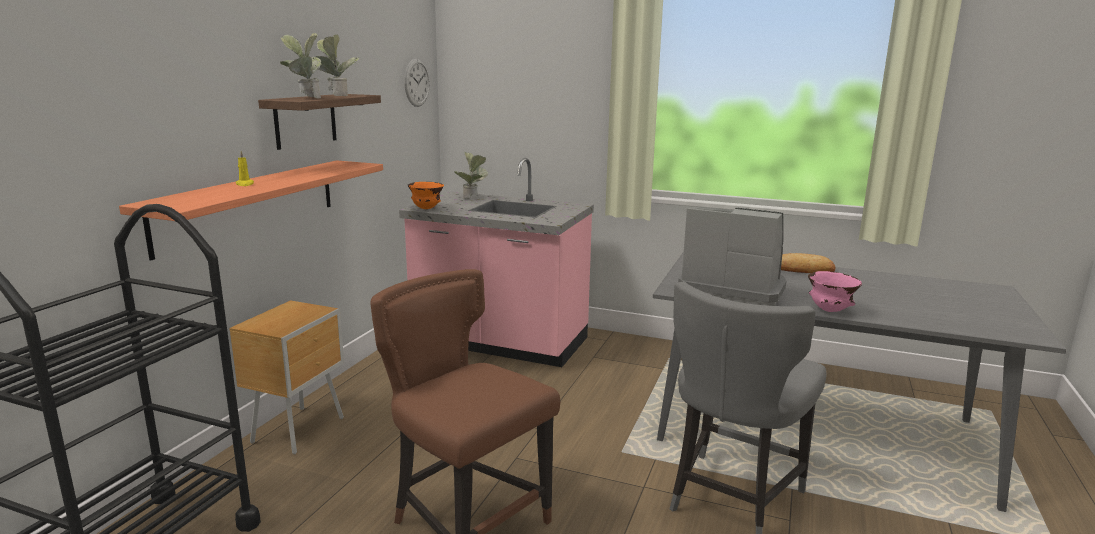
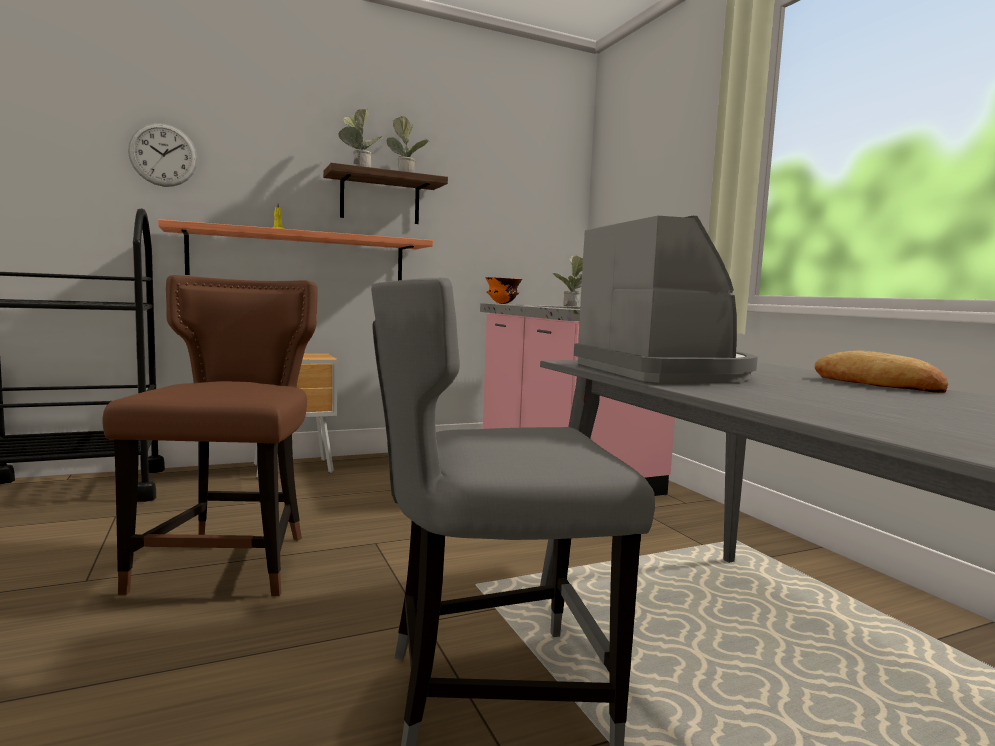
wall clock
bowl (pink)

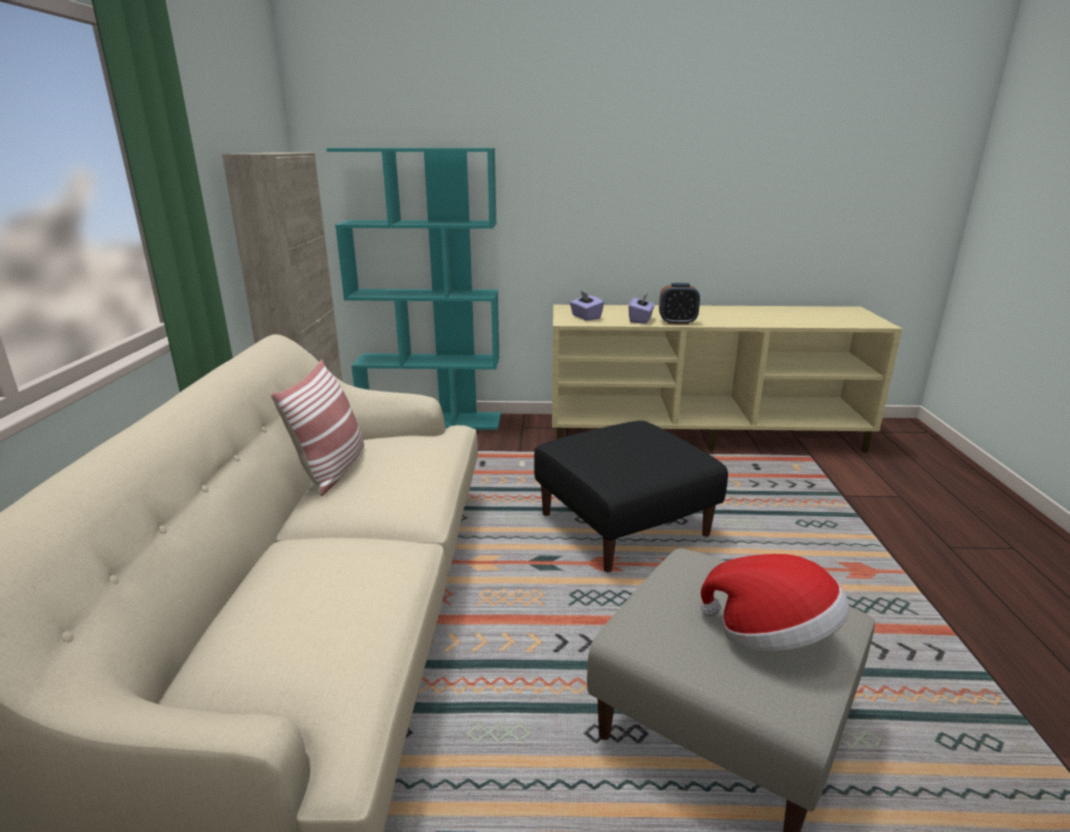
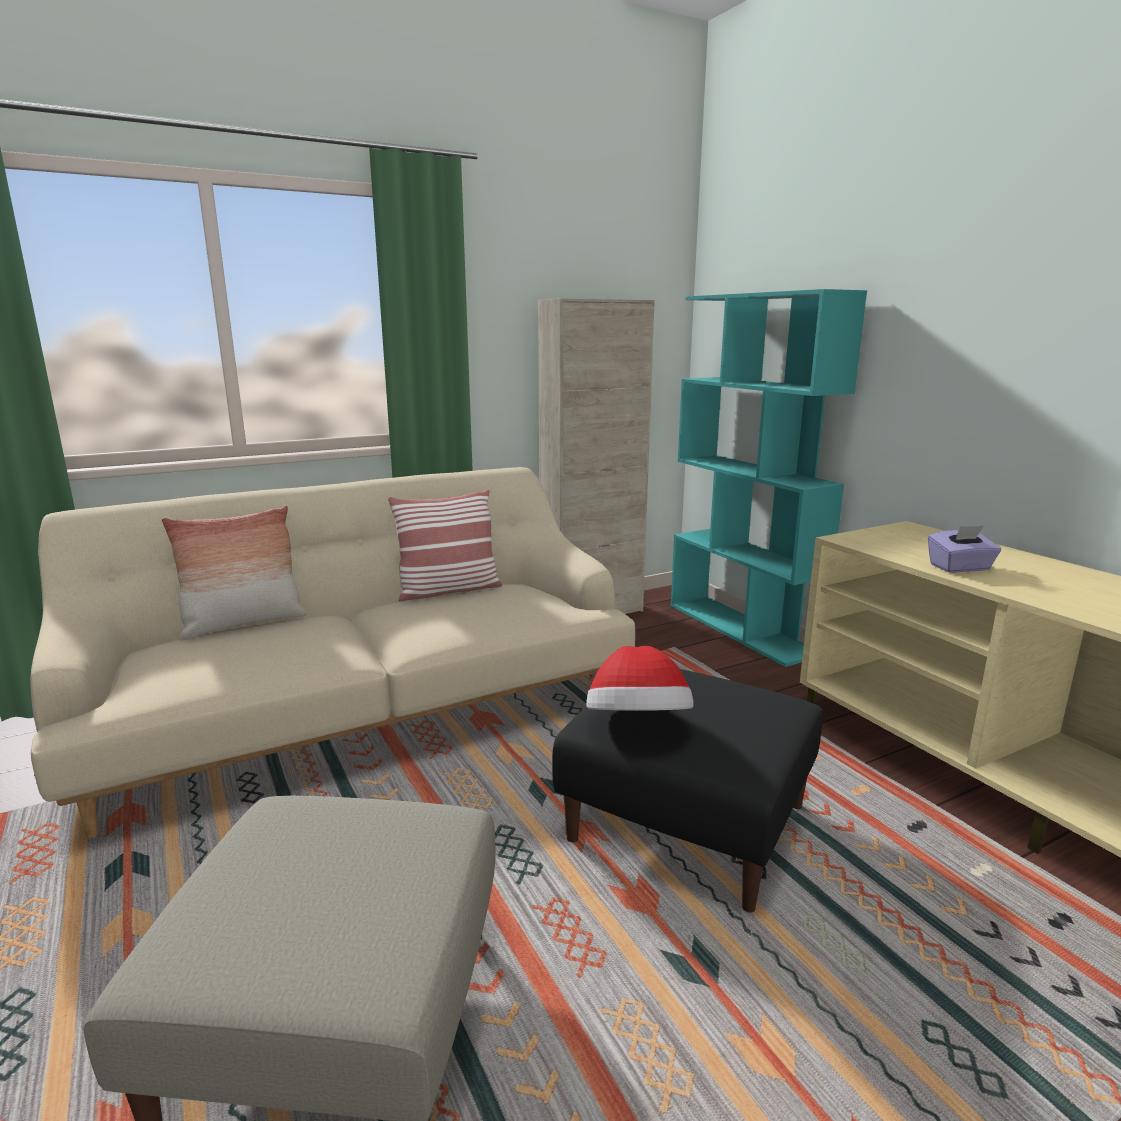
alarm clock
tissue box (purple) (1st from left in the first image)
hat
pillow (1st from left)

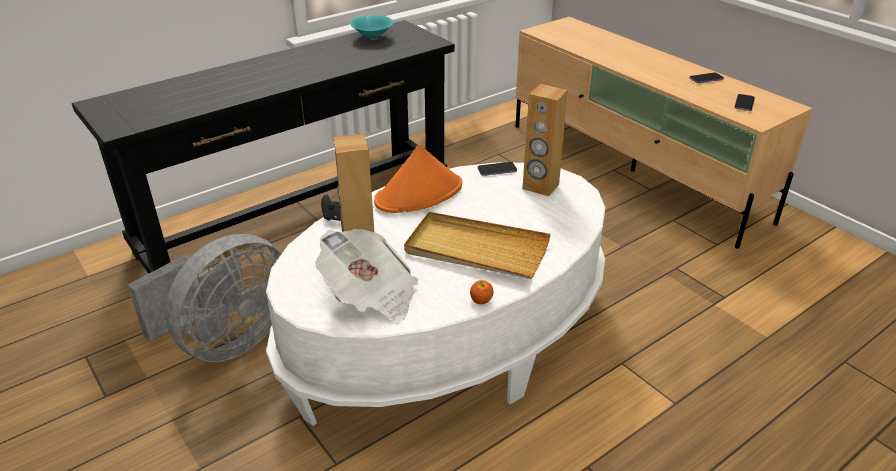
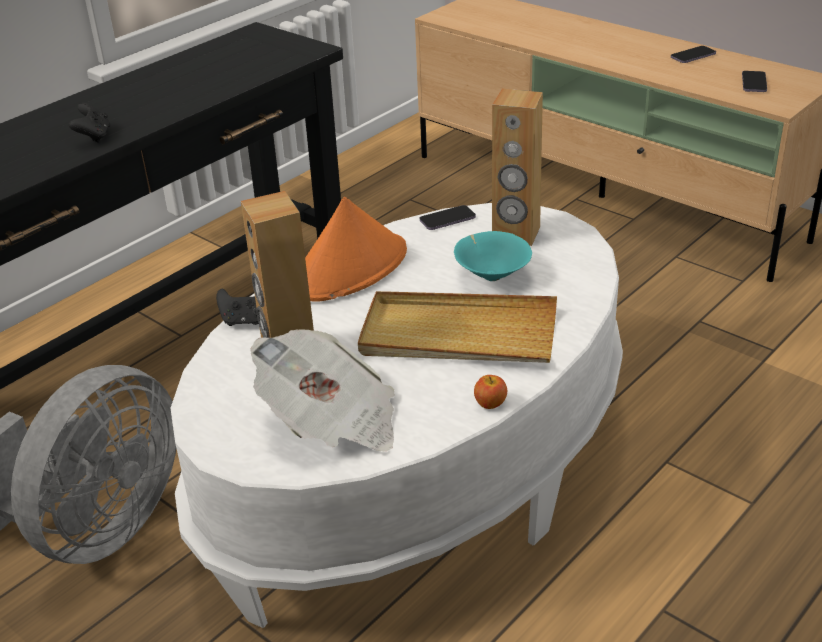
bowl (turquoise)
game controller (black) (1st from left)

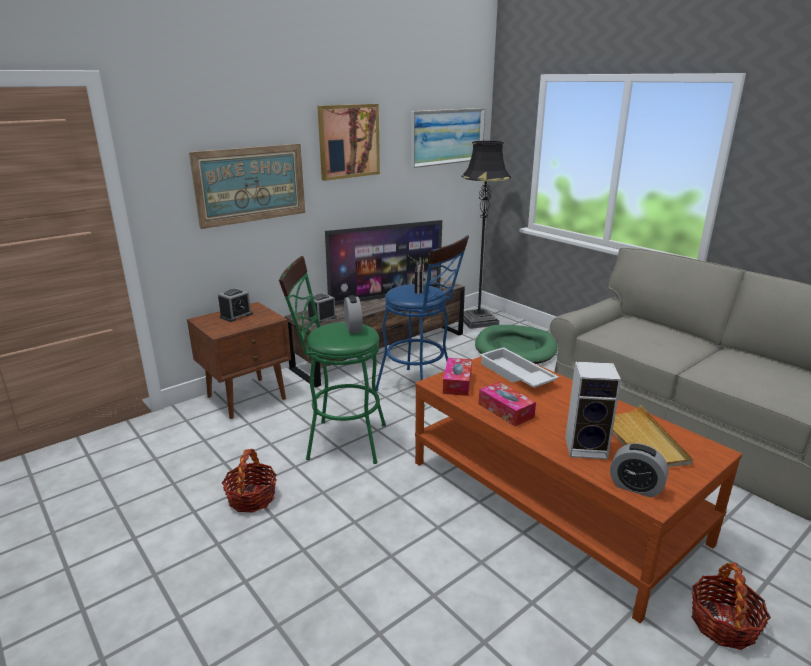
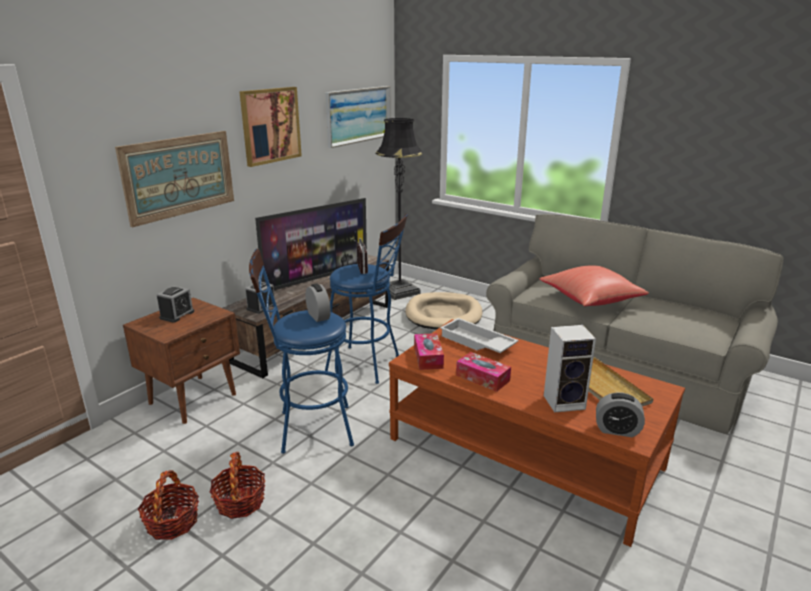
stool (blue) (1st from left)
dog bed (beige)
basket (1st from left)
pillow (red)

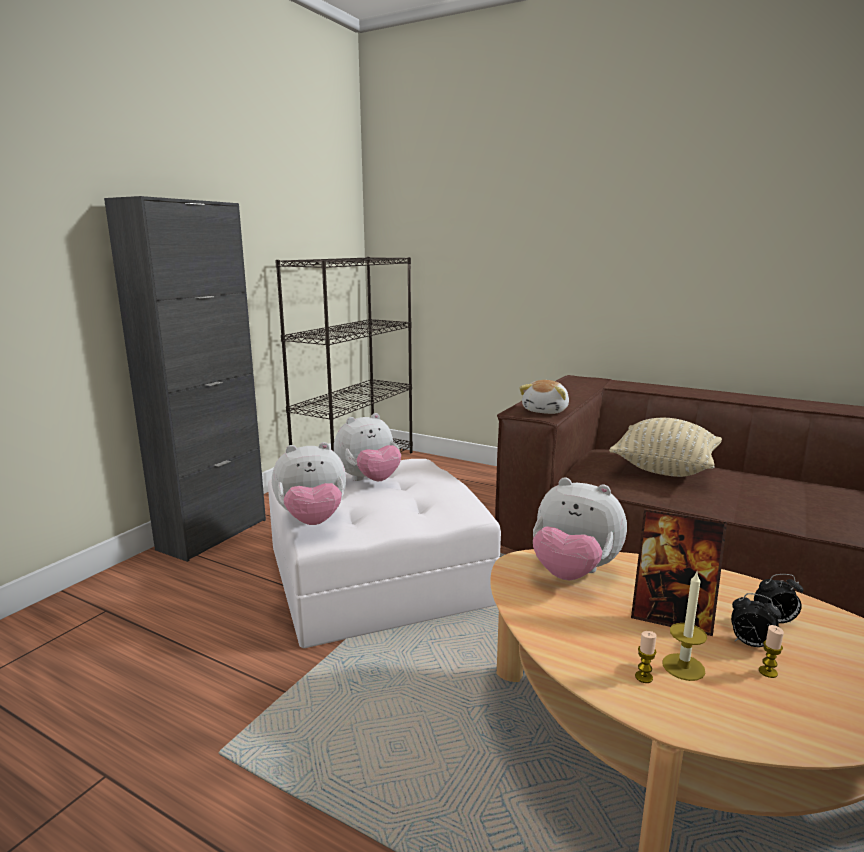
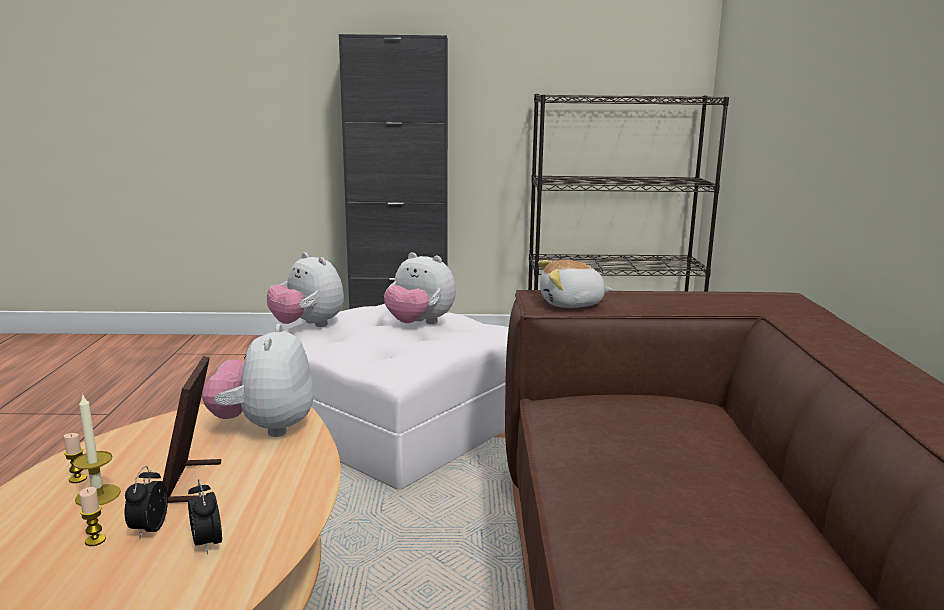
pillow (beige)

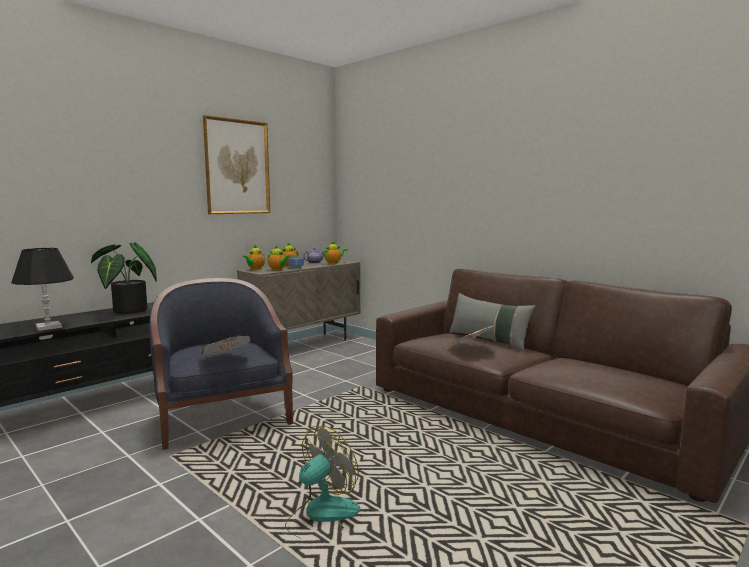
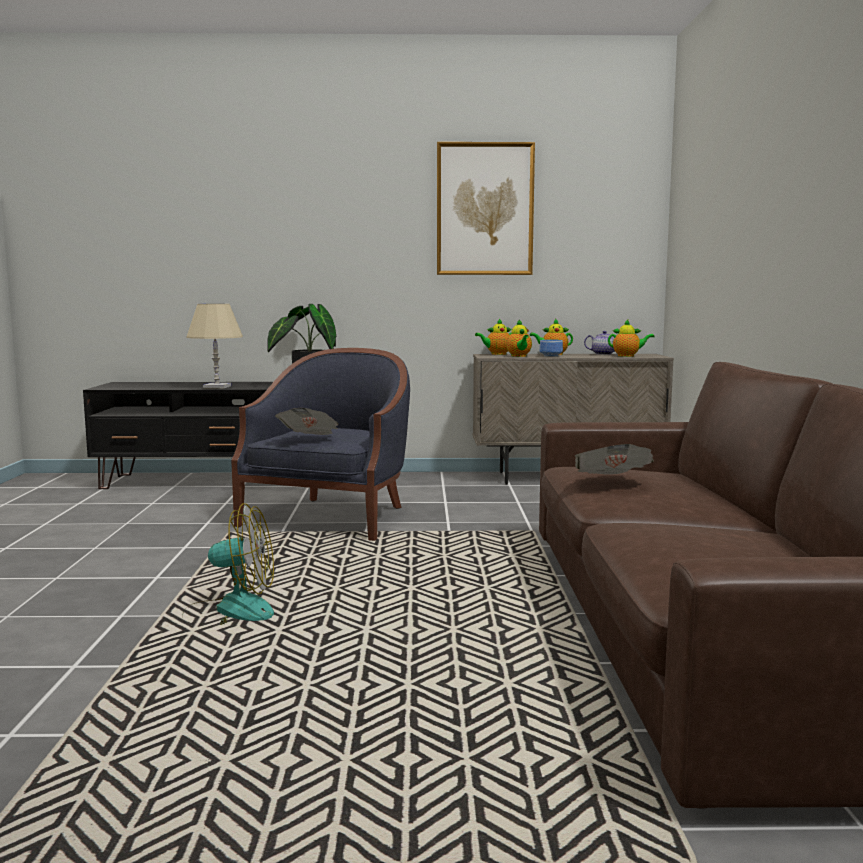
table lamp (beige)
pillow (grey)

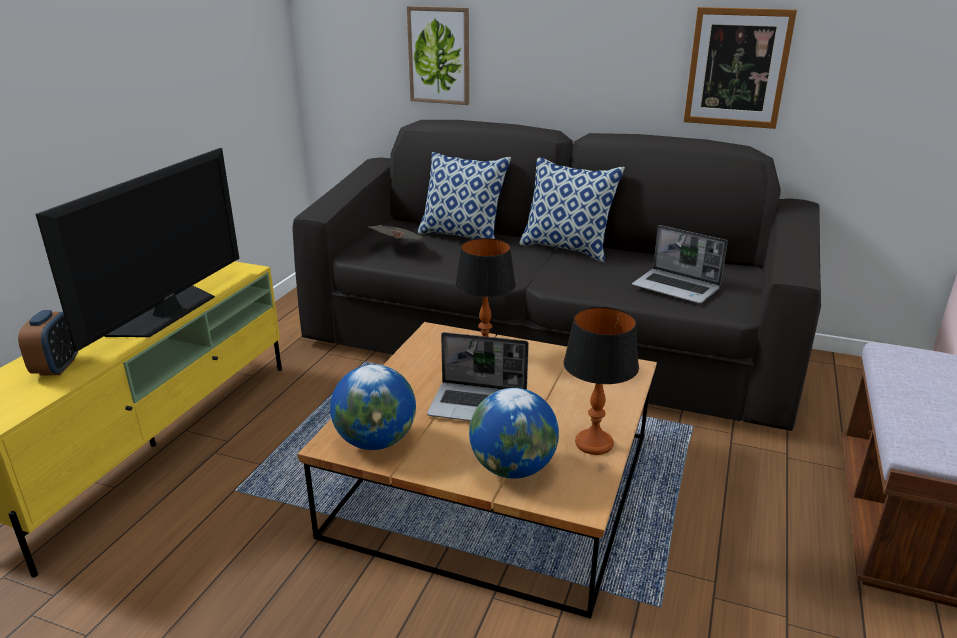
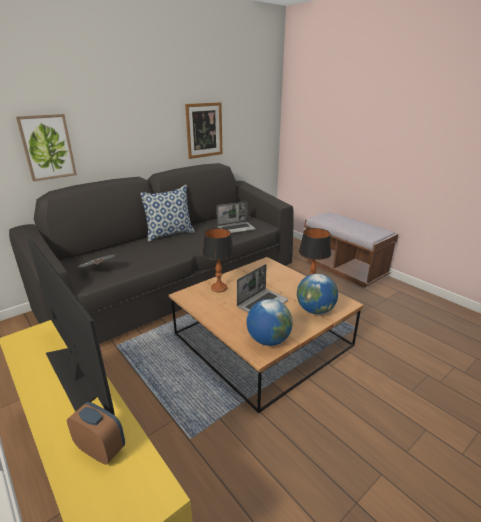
pillow (1st from left in the first image)

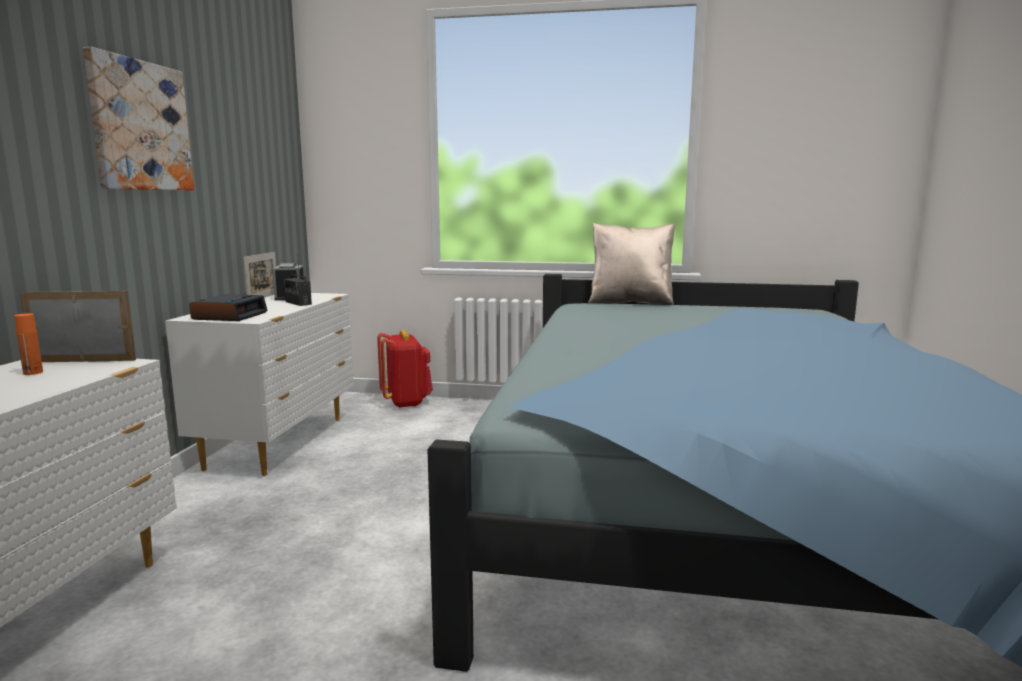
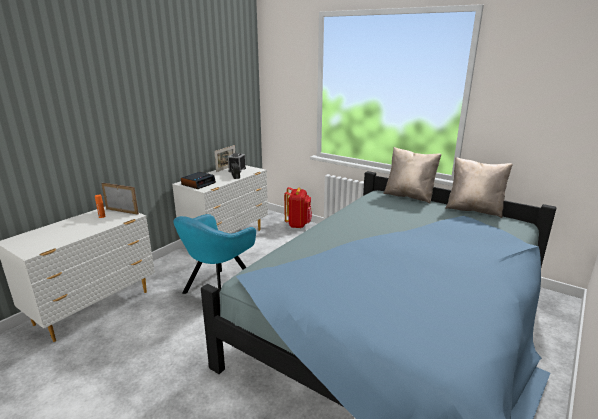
picture
pillow (beige) (2nd from left)
armchair (turquoise)

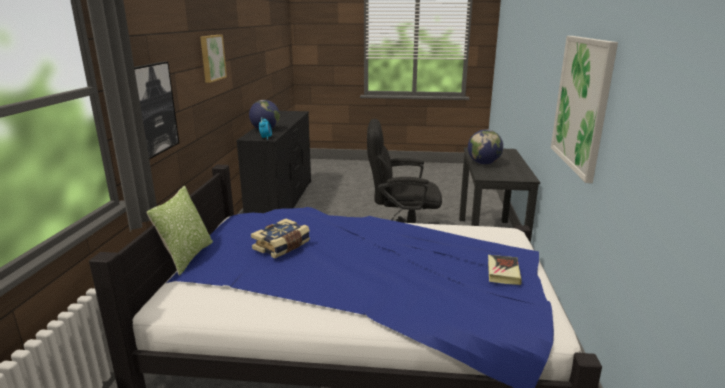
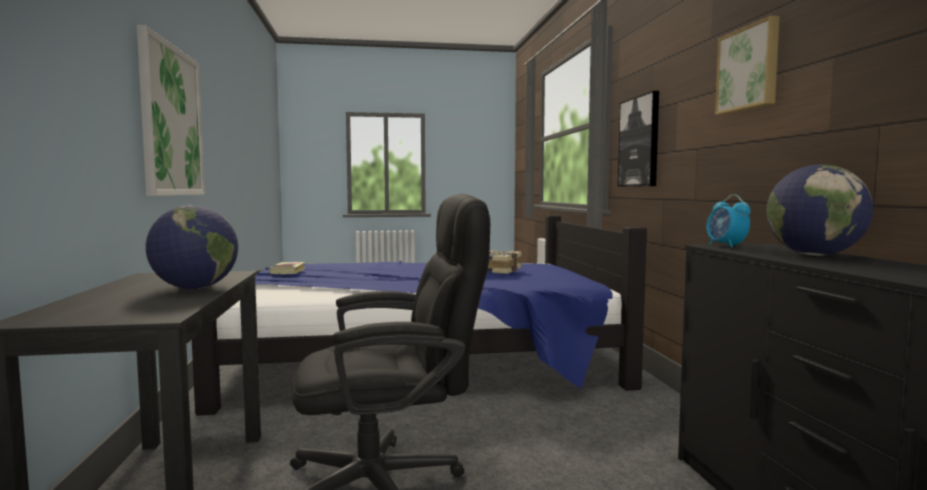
pillow

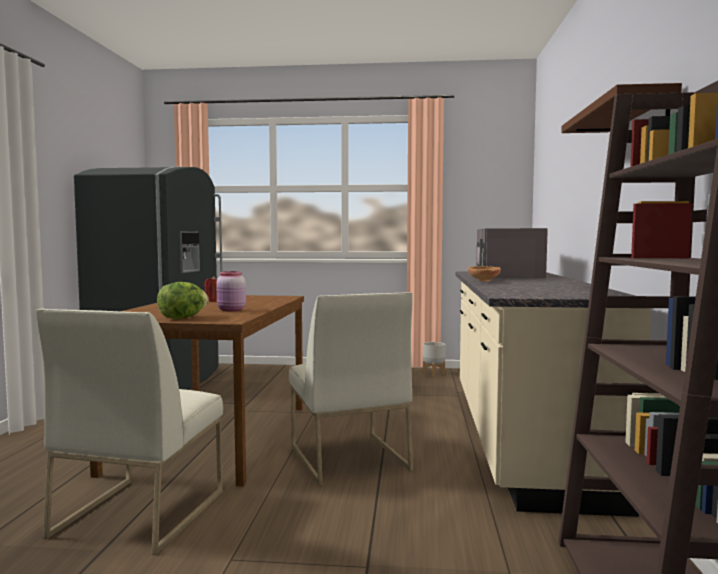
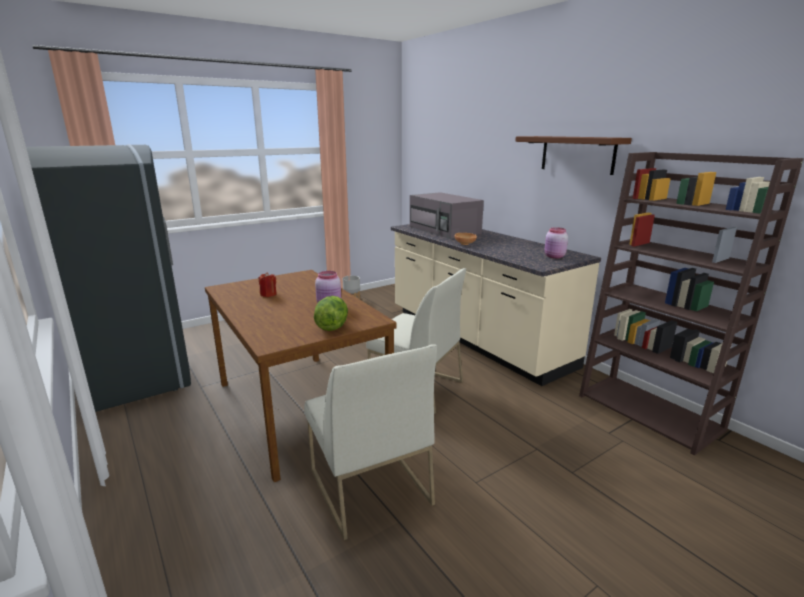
jar (pink) (2nd from left)

